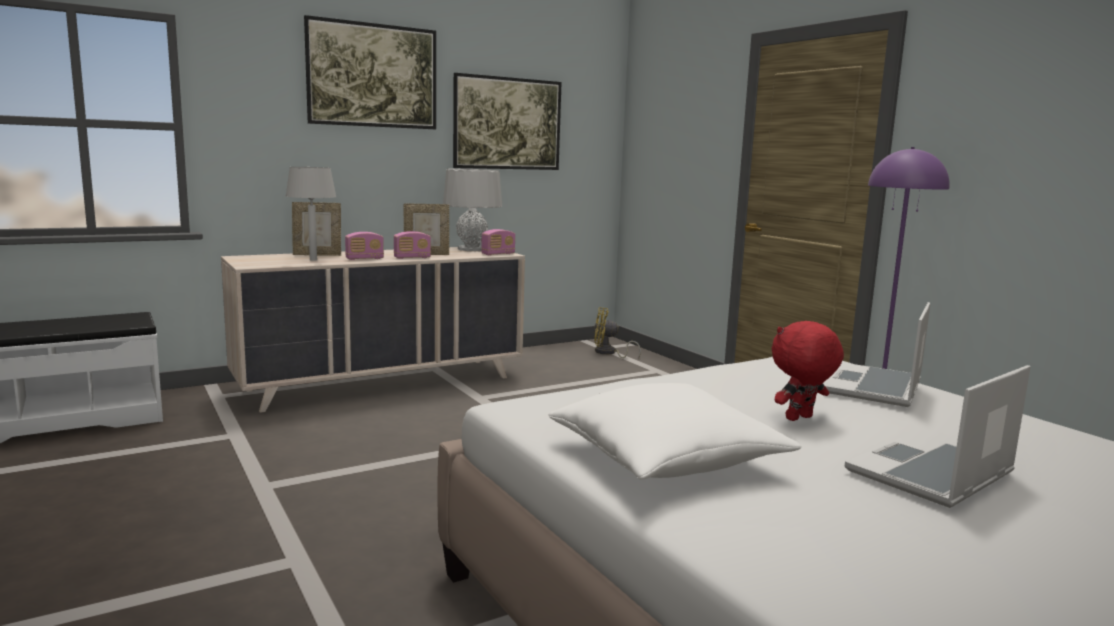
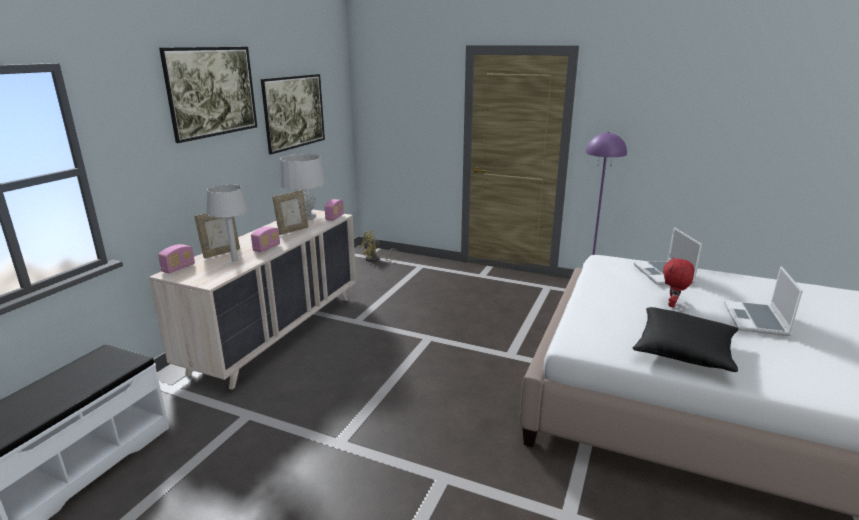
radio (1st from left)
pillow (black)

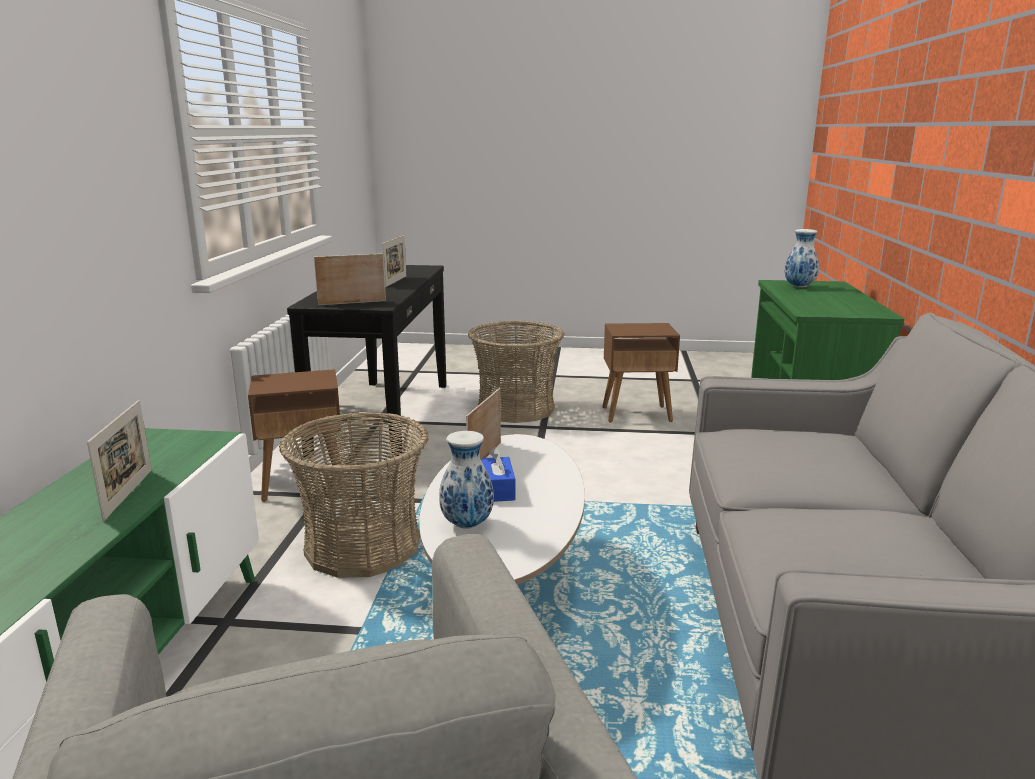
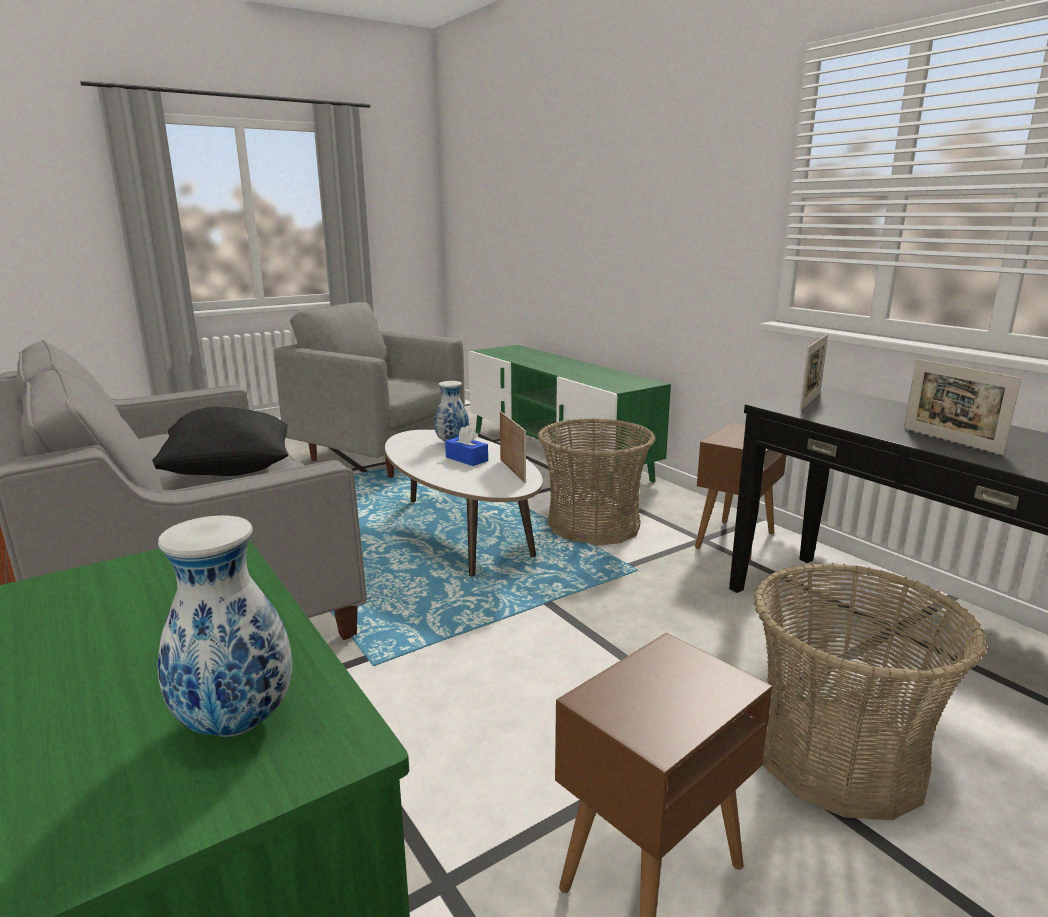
picture frame (1st from left in the first image)
pillow (black)

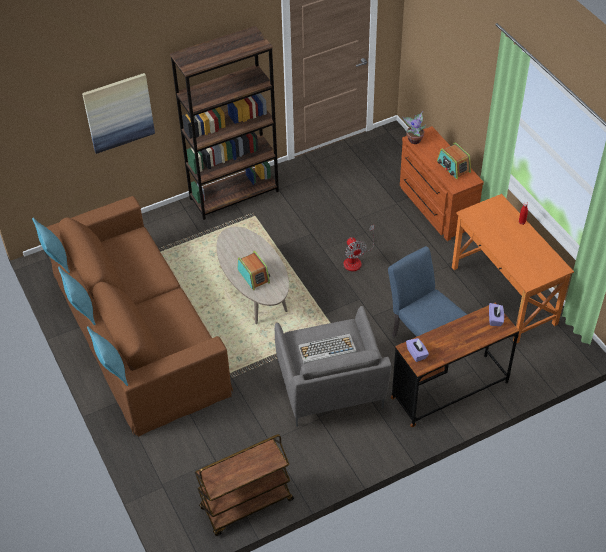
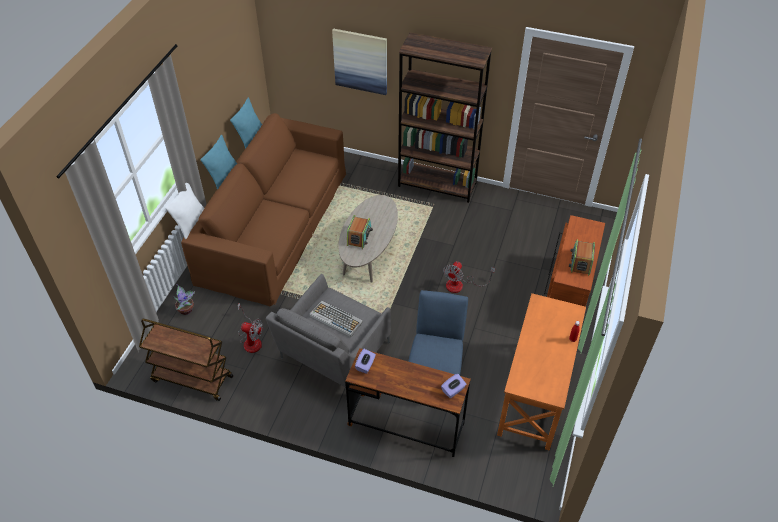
potted plant
pillow (white)
fan (1st from left)

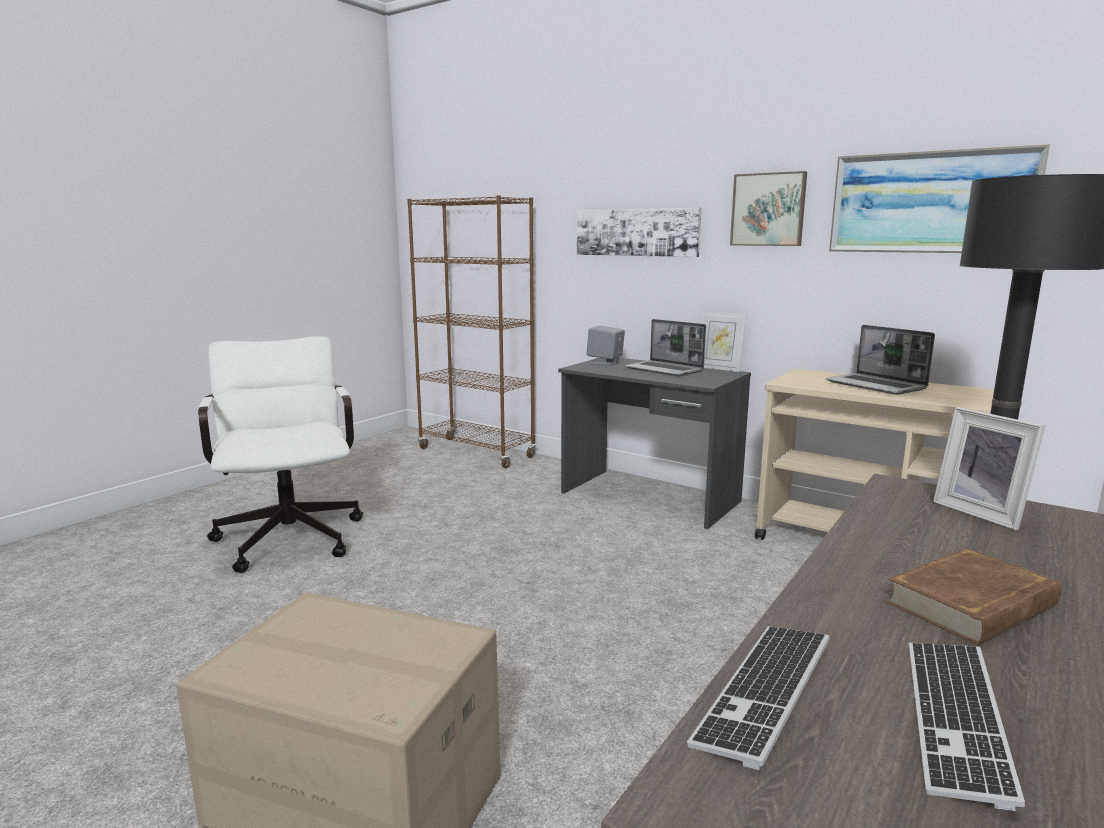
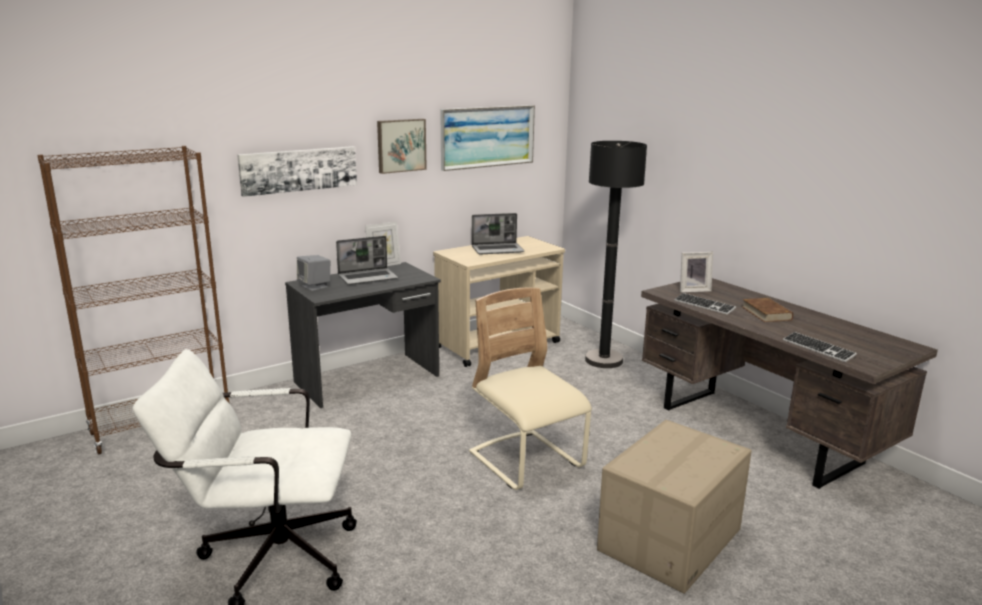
keyboard (1st from left)
chair (beige)

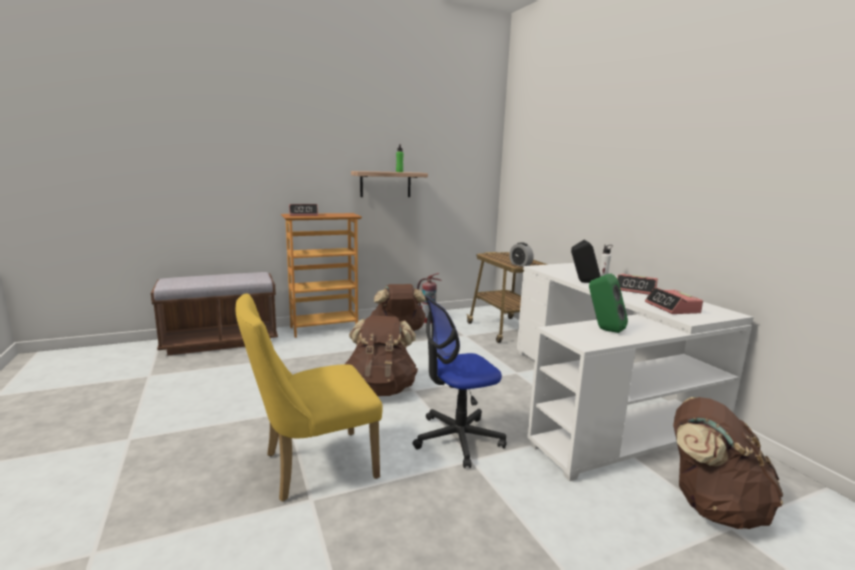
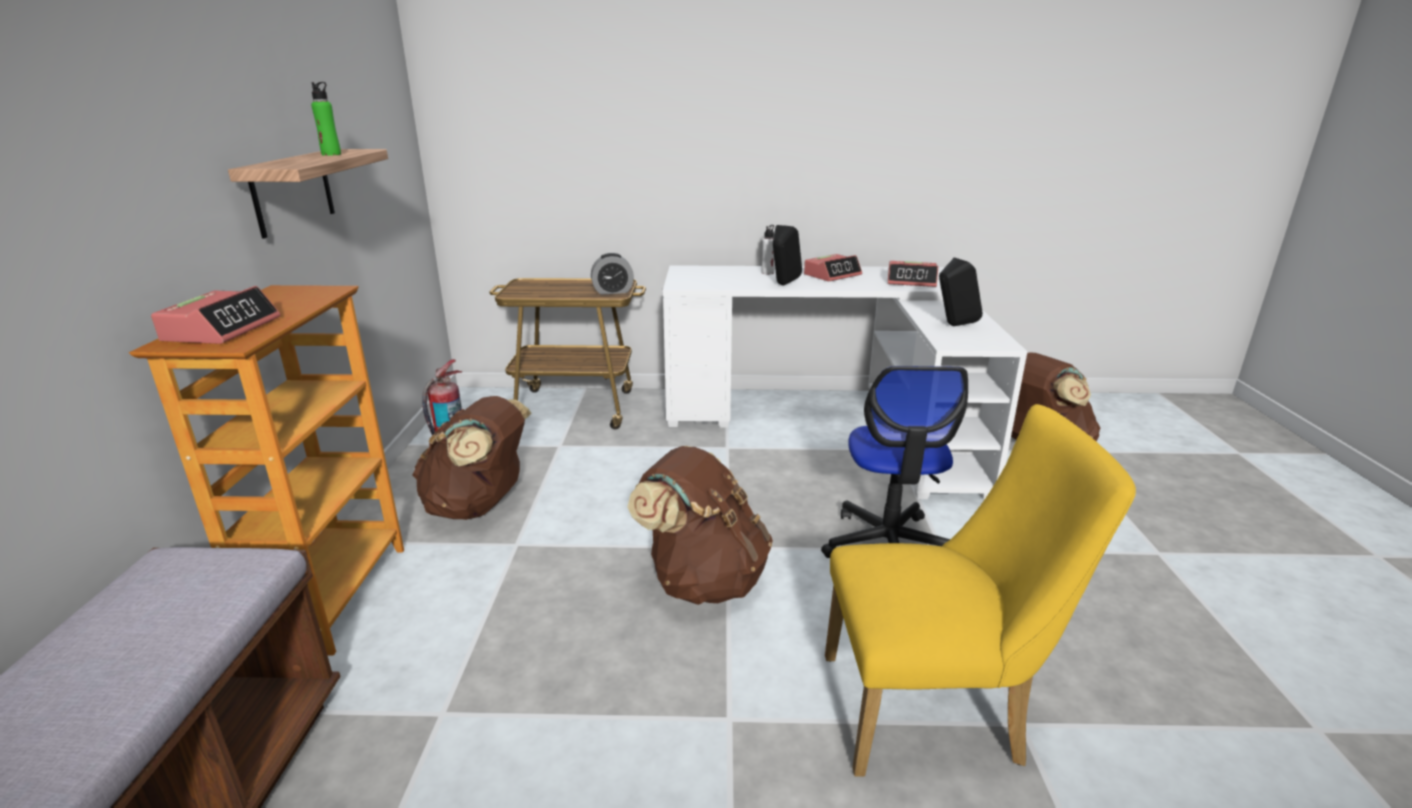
speaker (black) (2nd from left)
chair (yellow)

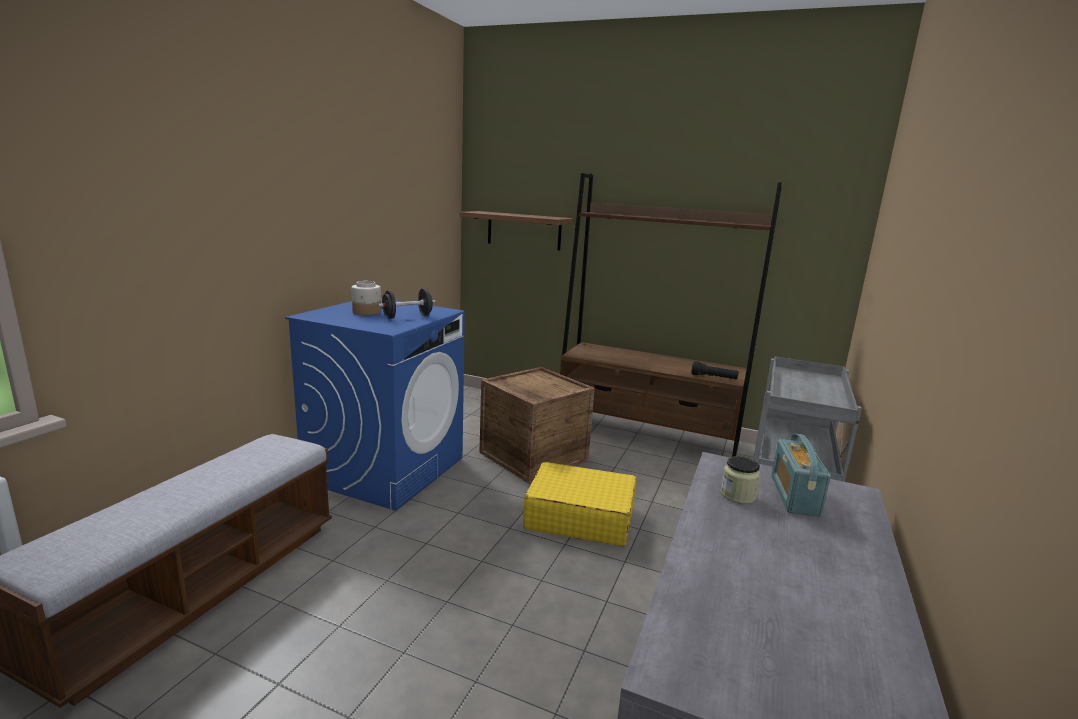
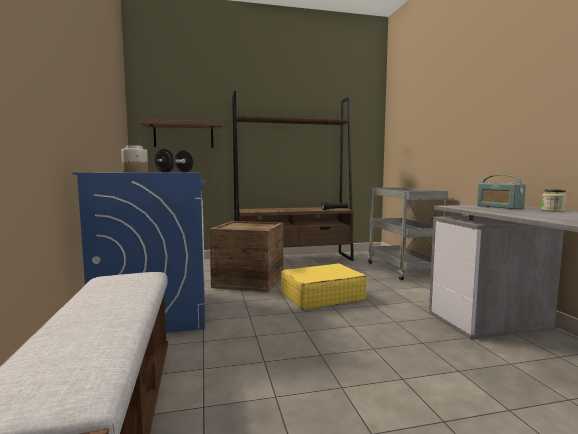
jar (2nd from left)

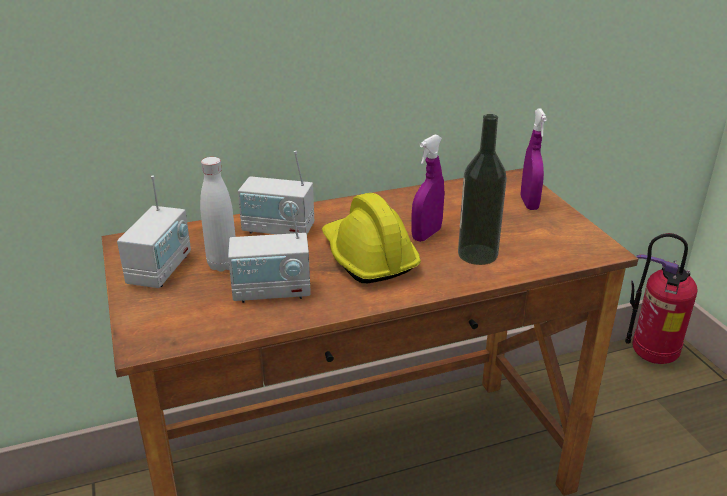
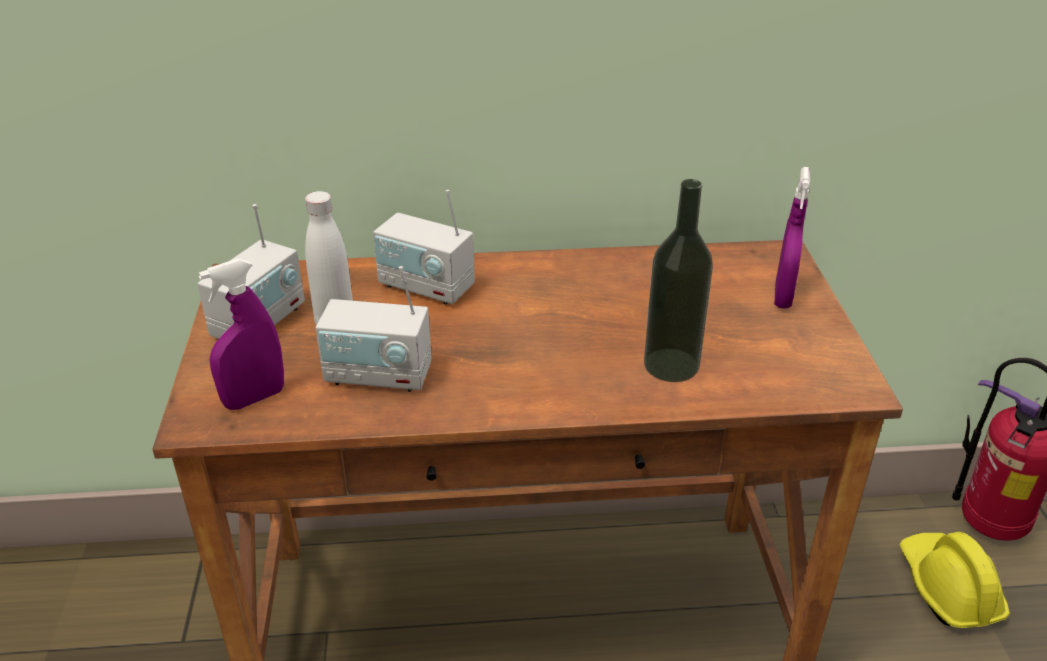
spray bottle (purple) (1st from left)
hard hat (yellow)

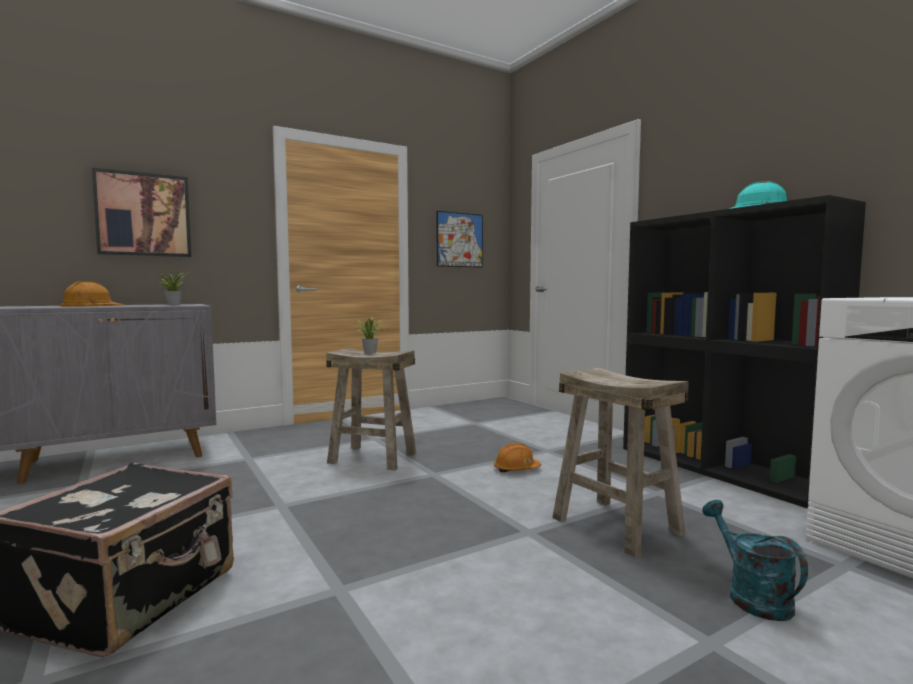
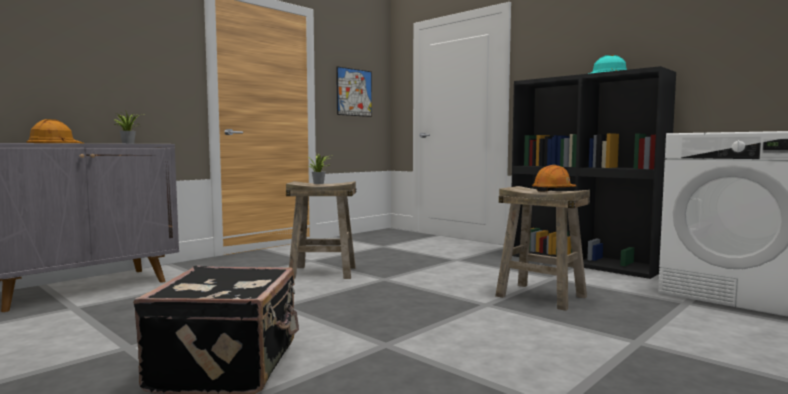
picture (1st from left in the first image)
hard hat (orange) (2nd from left)
watering can (turquoise)

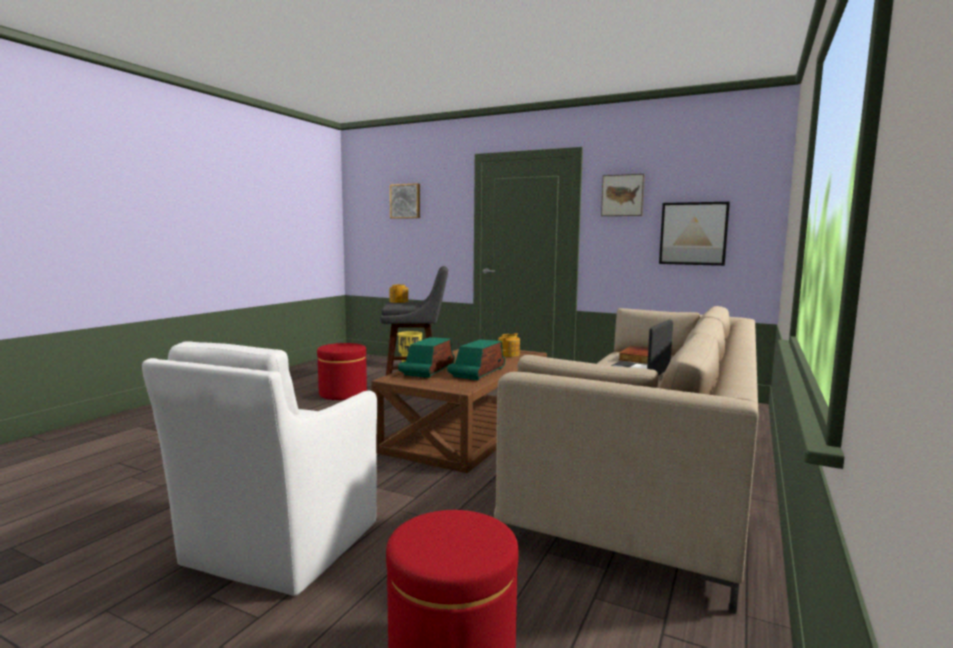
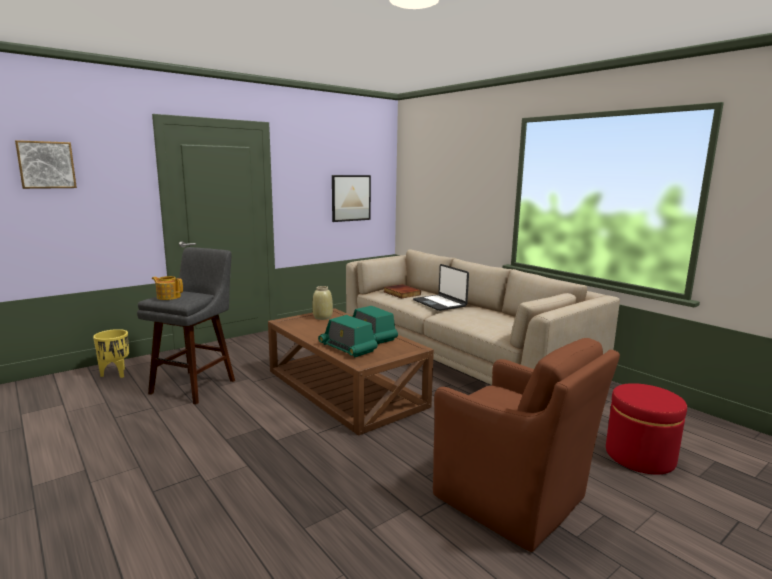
picture (2nd from left in the first image)
vase (beige)
armchair (brown)
ottoman (red) (1st from left in the first image)

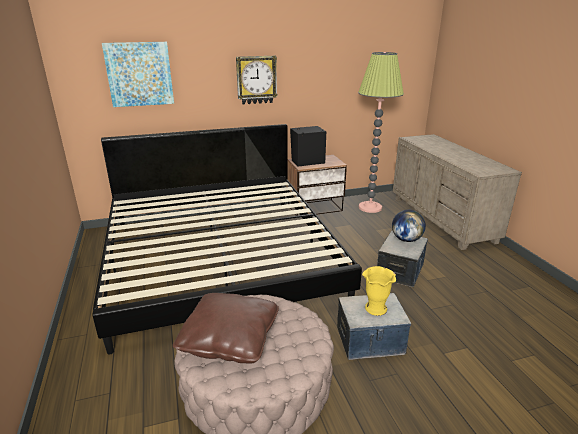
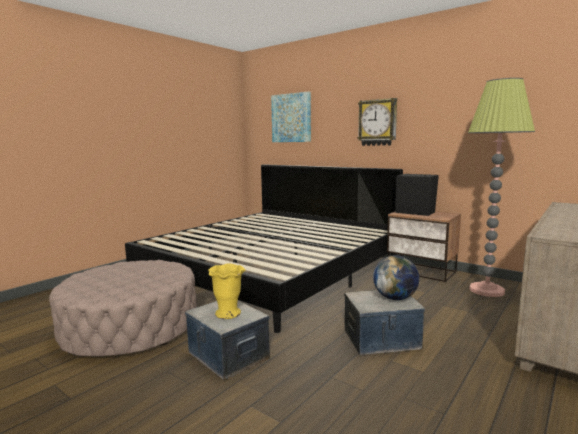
pillow (brown)

